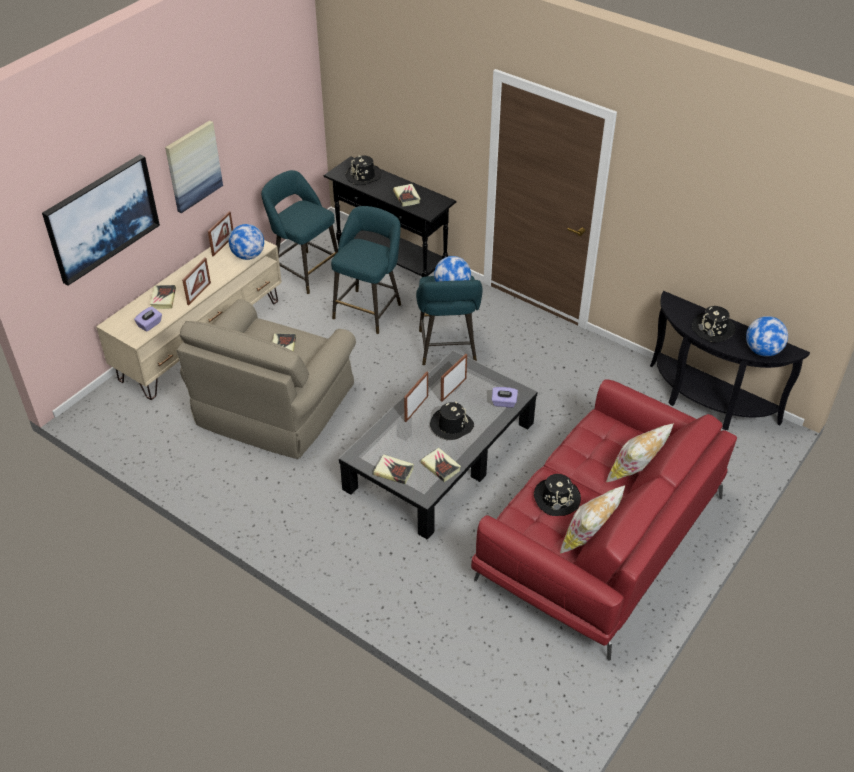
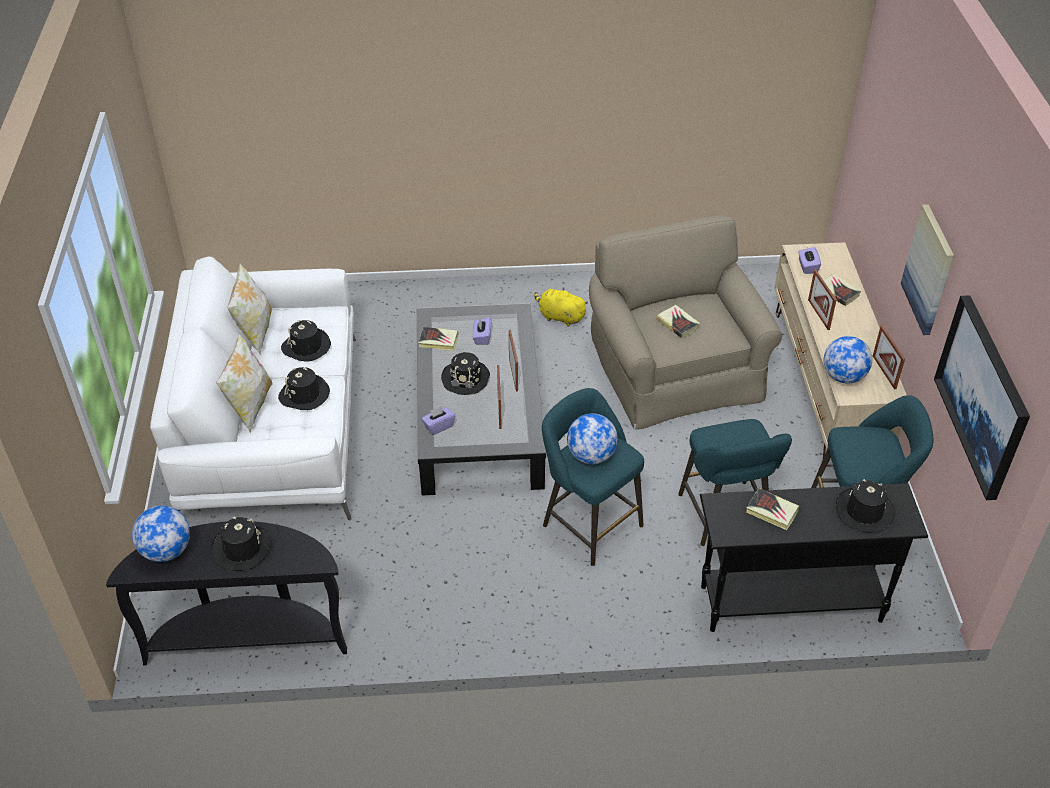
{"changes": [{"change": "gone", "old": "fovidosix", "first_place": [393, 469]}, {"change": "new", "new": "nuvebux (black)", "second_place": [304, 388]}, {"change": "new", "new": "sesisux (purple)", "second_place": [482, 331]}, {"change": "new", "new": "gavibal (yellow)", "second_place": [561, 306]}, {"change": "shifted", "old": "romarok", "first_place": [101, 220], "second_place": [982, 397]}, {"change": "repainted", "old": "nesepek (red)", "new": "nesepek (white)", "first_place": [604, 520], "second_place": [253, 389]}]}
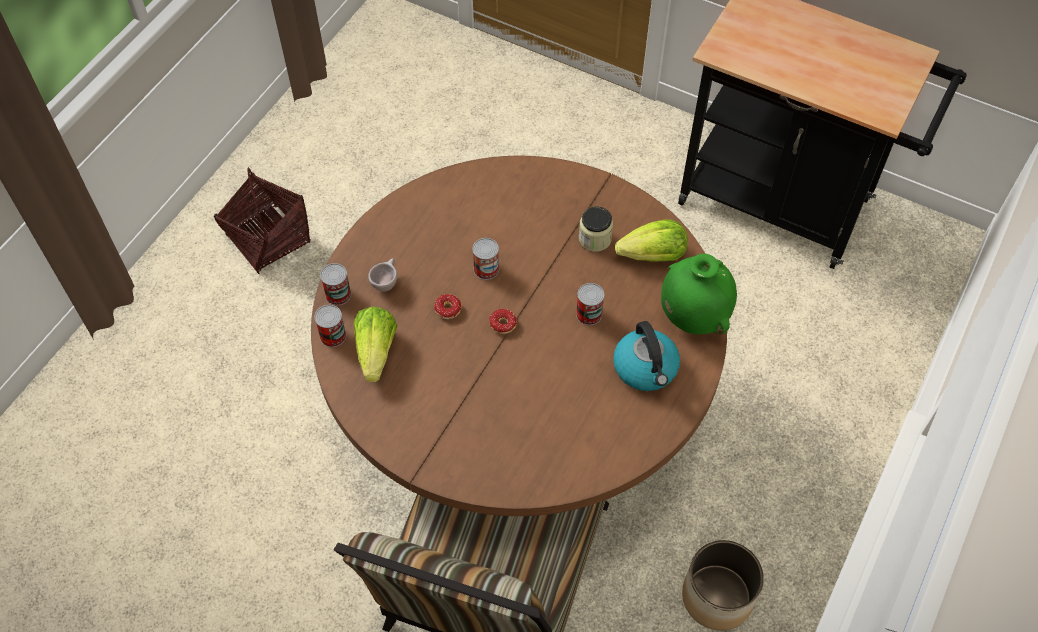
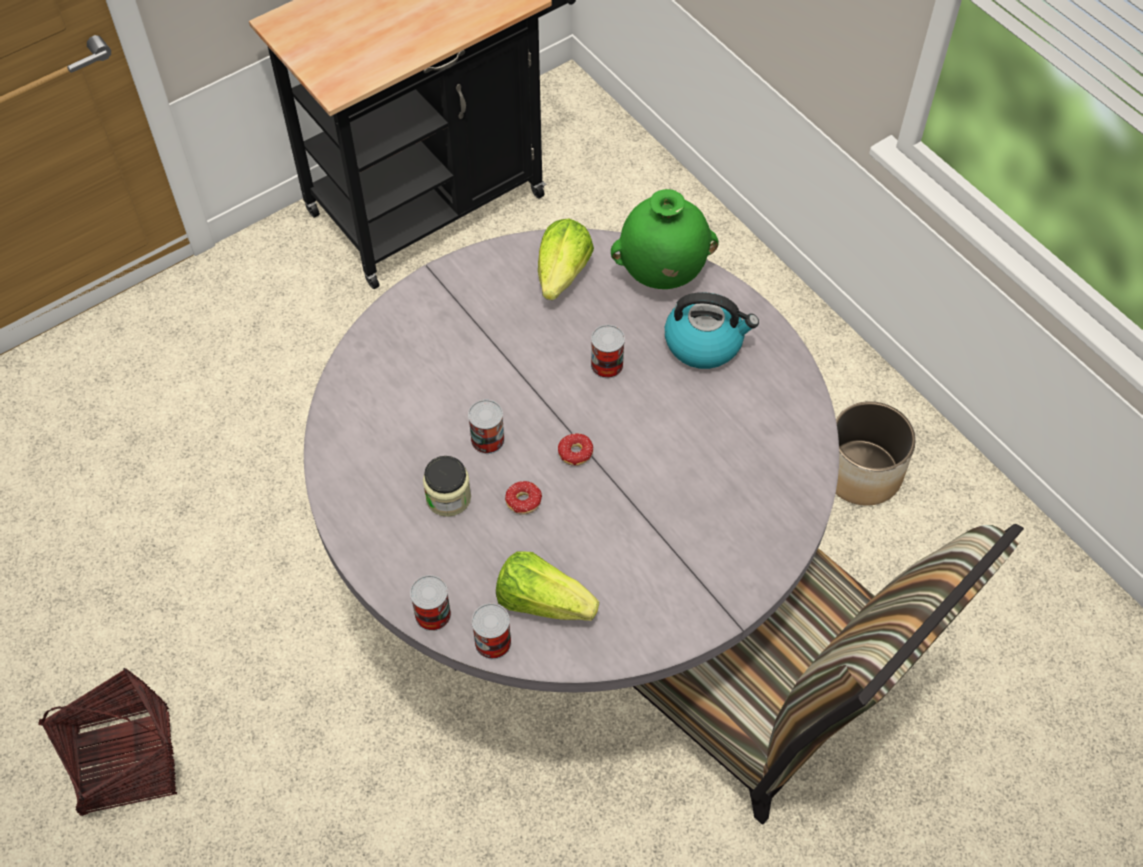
{"changes": [{"change": "gone", "old": "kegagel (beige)", "first_place": [382, 275]}, {"change": "shifted", "old": "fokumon", "first_place": [596, 229], "second_place": [447, 486]}, {"change": "repainted", "old": "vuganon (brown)", "new": "vuganon (grey)", "first_place": [519, 336], "second_place": [571, 460]}]}
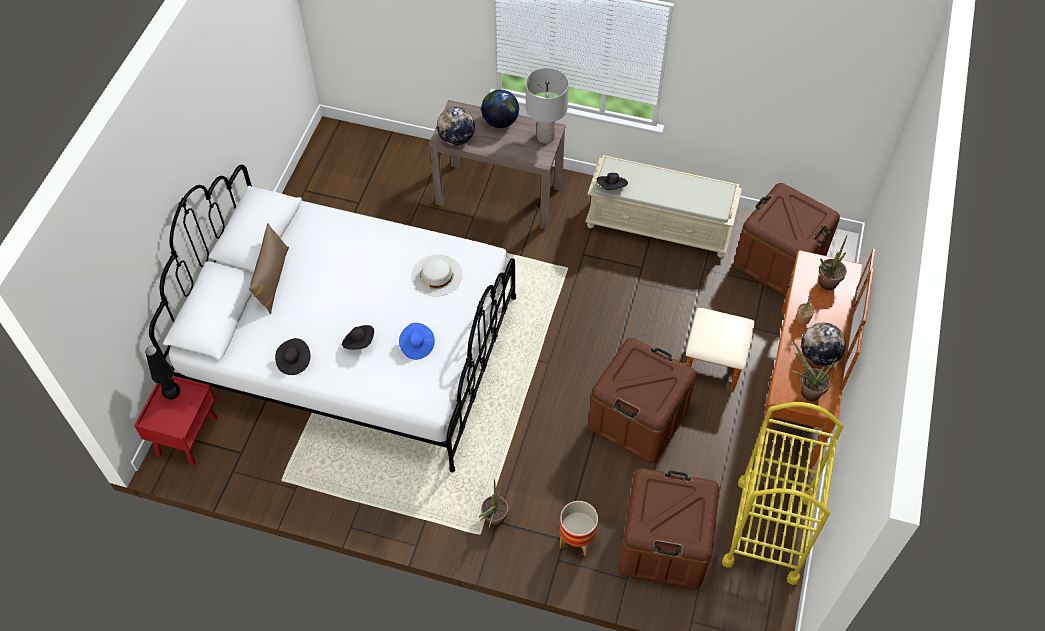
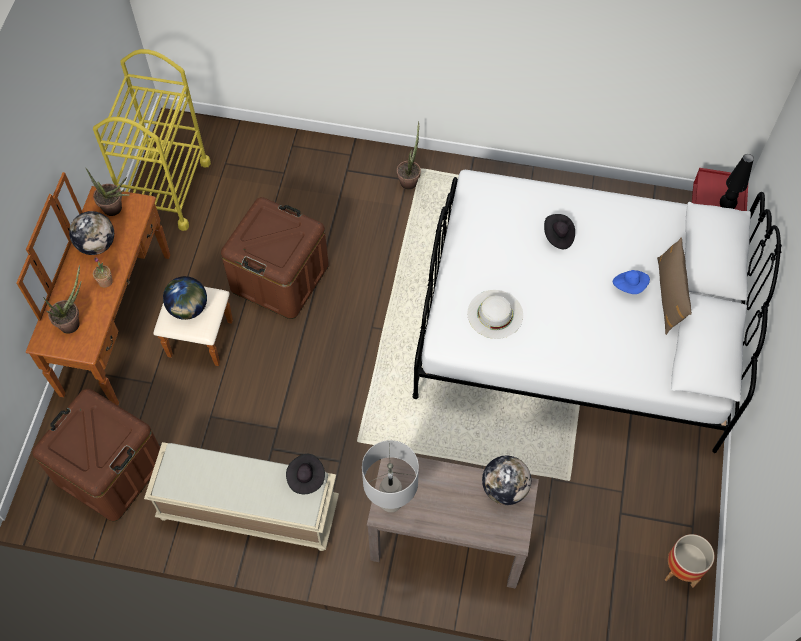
{"changes": [{"change": "gone", "old": "nuvebux (black)", "first_place": [292, 356]}, {"change": "gone", "old": "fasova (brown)", "first_place": [669, 528]}, {"change": "shifted", "old": "nuvebux (blue)", "first_place": [417, 341], "second_place": [631, 282]}, {"change": "shifted", "old": "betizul", "first_place": [500, 109], "second_place": [185, 298]}, {"change": "shifted", "old": "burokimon", "first_place": [578, 528], "second_place": [690, 561]}]}
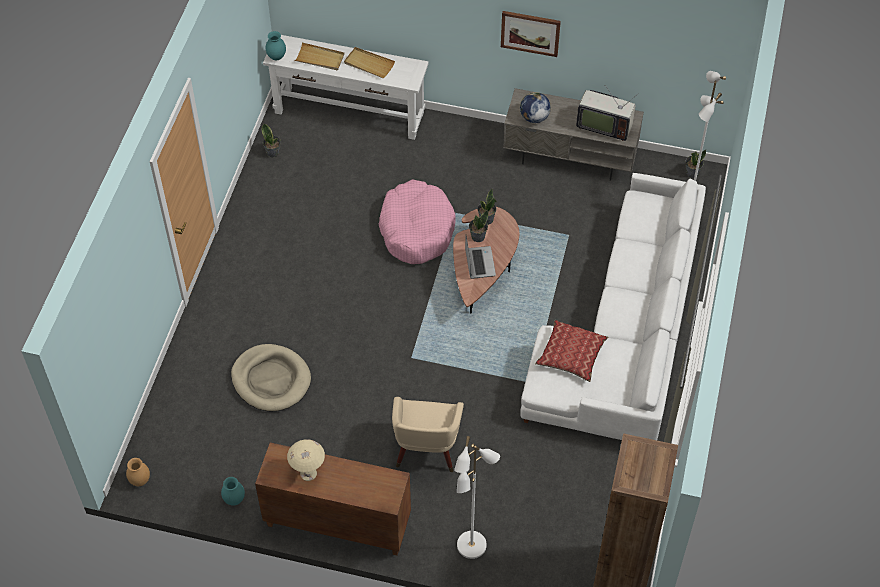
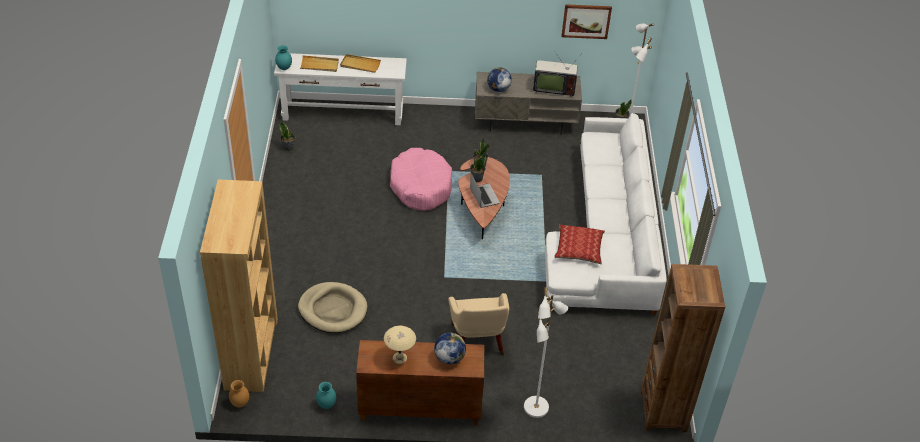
{"changes": [{"change": "new", "new": "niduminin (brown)", "second_place": [239, 286]}, {"change": "new", "new": "betizul", "second_place": [450, 349]}, {"change": "shifted", "old": "romarok", "first_place": [531, 34], "second_place": [586, 21]}]}
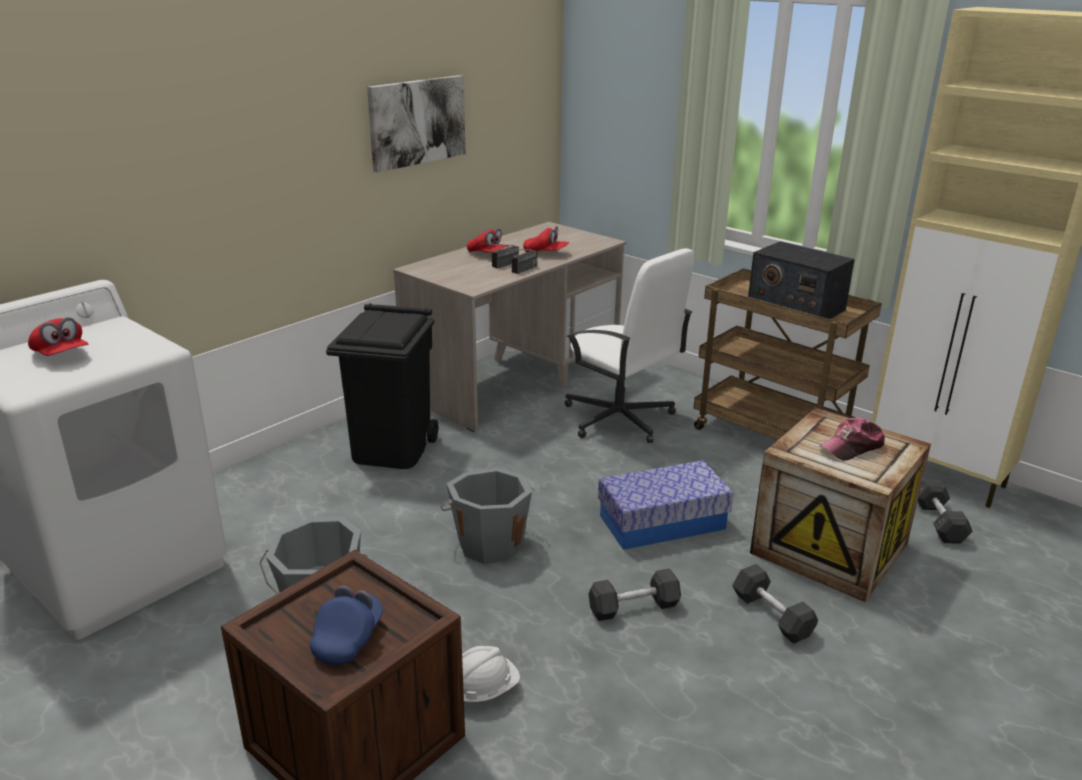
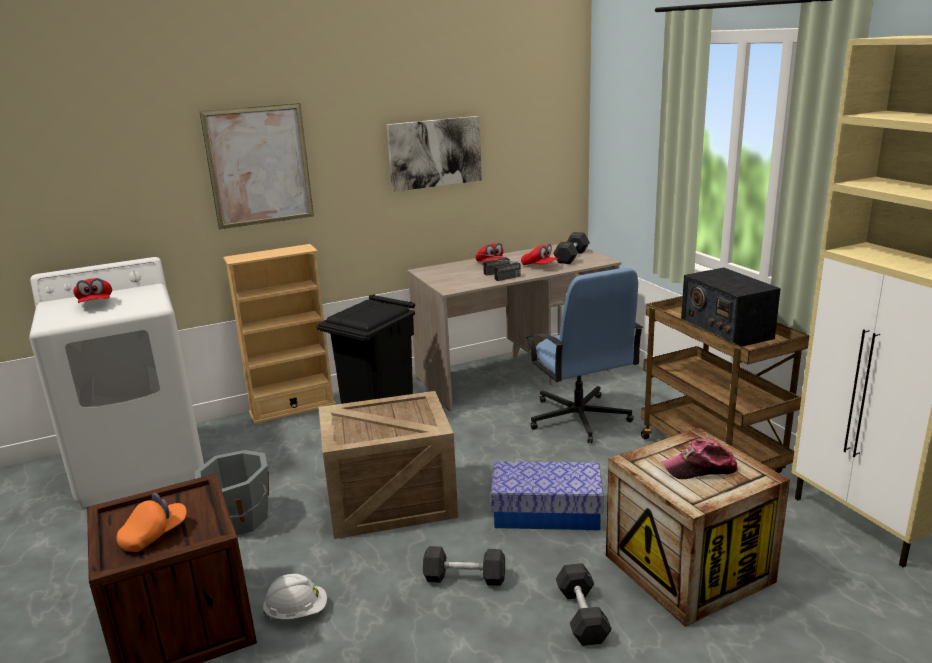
{"changes": [{"change": "new", "new": "romarok", "second_place": [256, 166]}, {"change": "new", "new": "niduminin (beige)", "second_place": [279, 334]}, {"change": "shifted", "old": "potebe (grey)", "first_place": [945, 511], "second_place": [571, 248]}, {"change": "swapped", "old": "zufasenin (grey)", "new": "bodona", "first_place": [487, 516], "second_place": [388, 465]}, {"change": "repainted", "old": "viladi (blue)", "new": "viladi (orange)", "first_place": [346, 625], "second_place": [152, 522]}, {"change": "repainted", "old": "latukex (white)", "new": "latukex (blue)", "first_place": [629, 345], "second_place": [584, 355]}]}
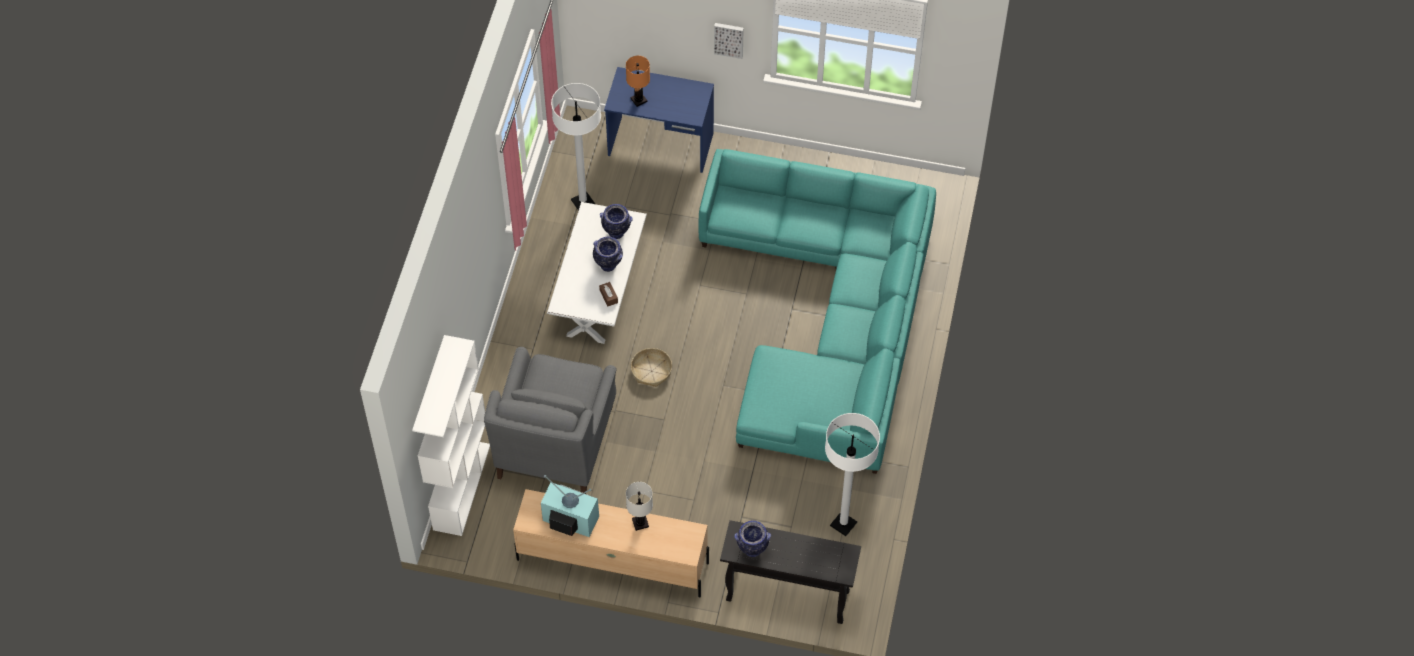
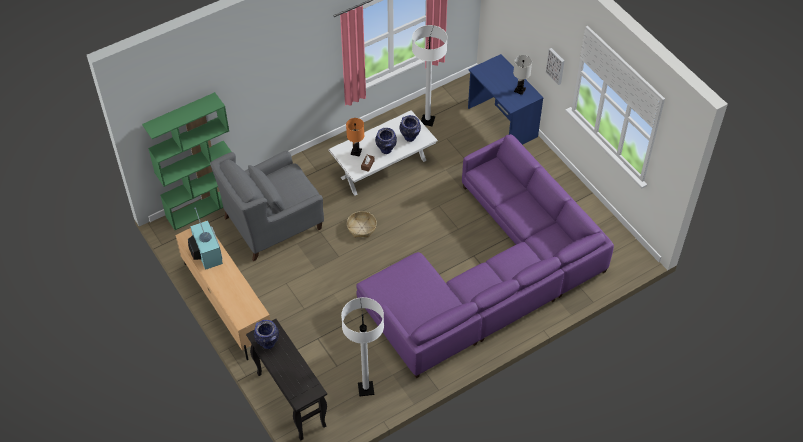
{"changes": [{"change": "shifted", "old": "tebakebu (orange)", "first_place": [638, 81], "second_place": [355, 137]}, {"change": "shifted", "old": "tebakebu (white)", "first_place": [639, 506], "second_place": [522, 75]}, {"change": "repainted", "old": "niduminin (white)", "new": "niduminin (green)", "first_place": [451, 435], "second_place": [187, 161]}, {"change": "repainted", "old": "nesepek (turquoise)", "new": "nesepek (purple)", "first_place": [817, 311], "second_place": [485, 256]}]}
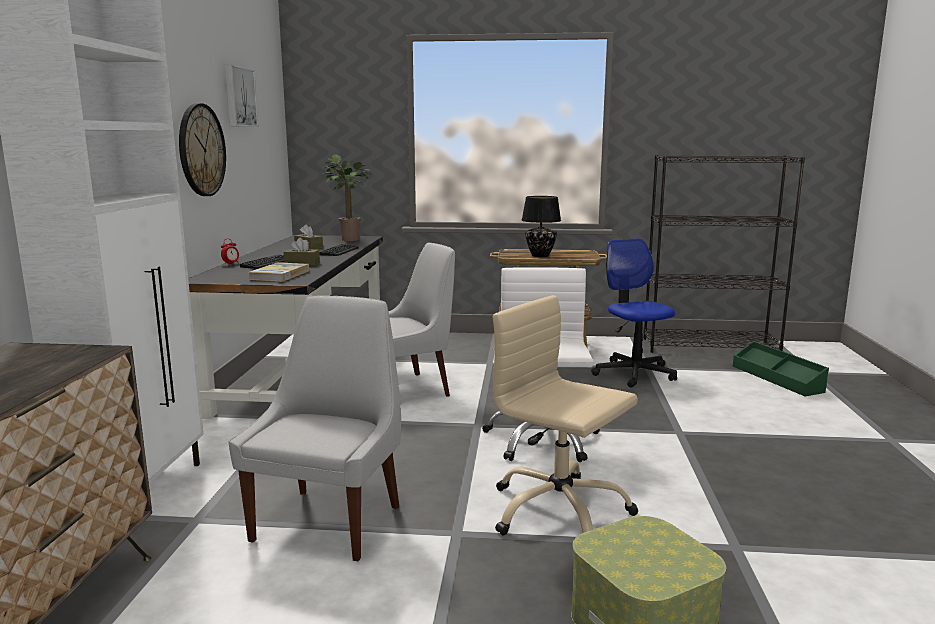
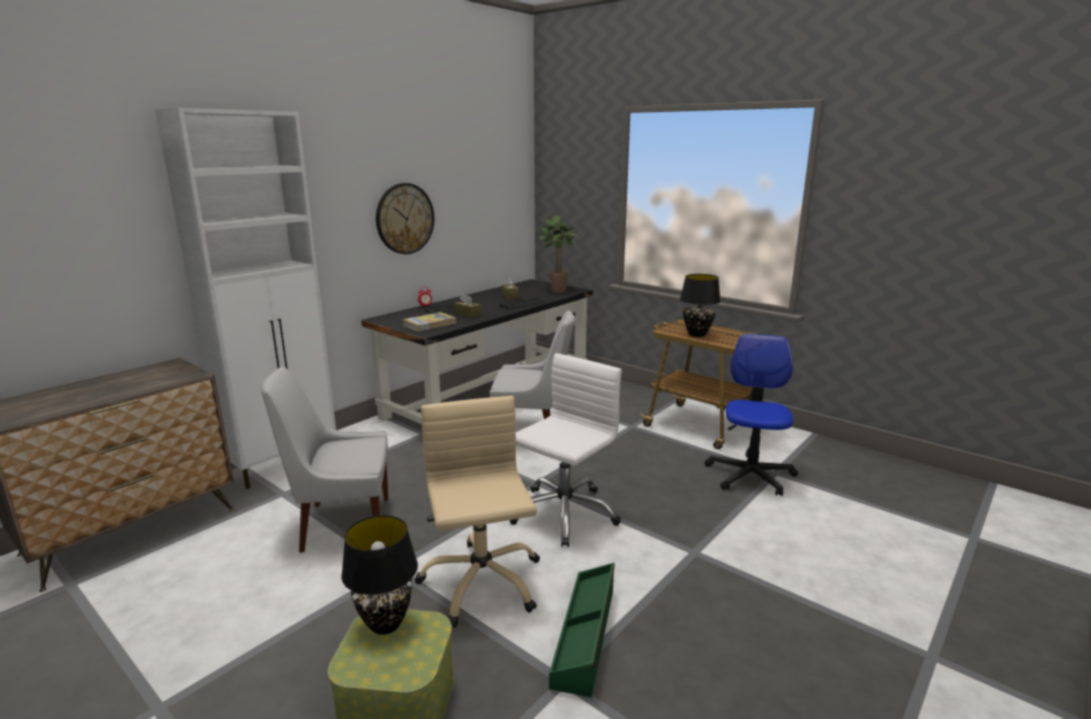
{"changes": [{"change": "gone", "old": "romarok", "first_place": [242, 96]}, {"change": "gone", "old": "niduminin (black)", "first_place": [724, 254]}, {"change": "new", "new": "tebakebu (black)", "second_place": [379, 575]}, {"change": "shifted", "old": "fasova (green)", "first_place": [781, 368], "second_place": [582, 630]}, {"change": "rotated", "old": "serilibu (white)", "first_place": [315, 428], "second_place": [325, 459], "degrees": -150}]}
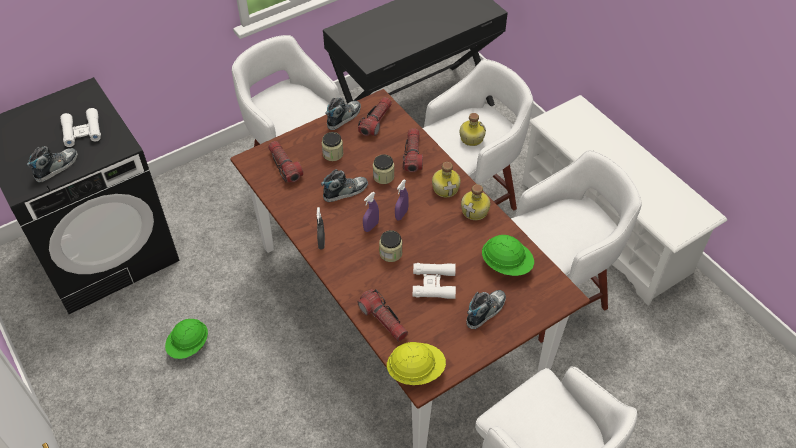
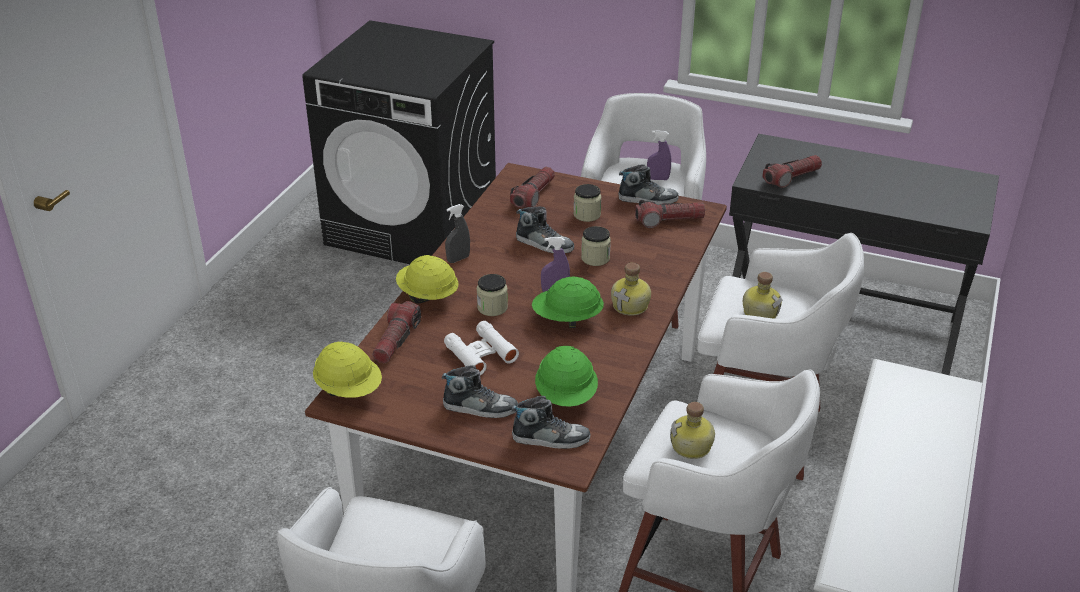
{"changes": [{"change": "gone", "old": "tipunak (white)", "first_place": [80, 127]}, {"change": "new", "new": "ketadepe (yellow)", "second_place": [427, 279]}, {"change": "shifted", "old": "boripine", "first_place": [52, 164], "second_place": [550, 422]}, {"change": "shifted", "old": "ketadepe (green)", "first_place": [186, 339], "second_place": [568, 302]}, {"change": "shifted", "old": "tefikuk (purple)", "first_place": [371, 212], "second_place": [659, 155]}, {"change": "shifted", "old": "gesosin", "first_place": [413, 150], "second_place": [792, 171]}, {"change": "shifted", "old": "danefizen", "first_place": [475, 202], "second_place": [692, 430]}]}
